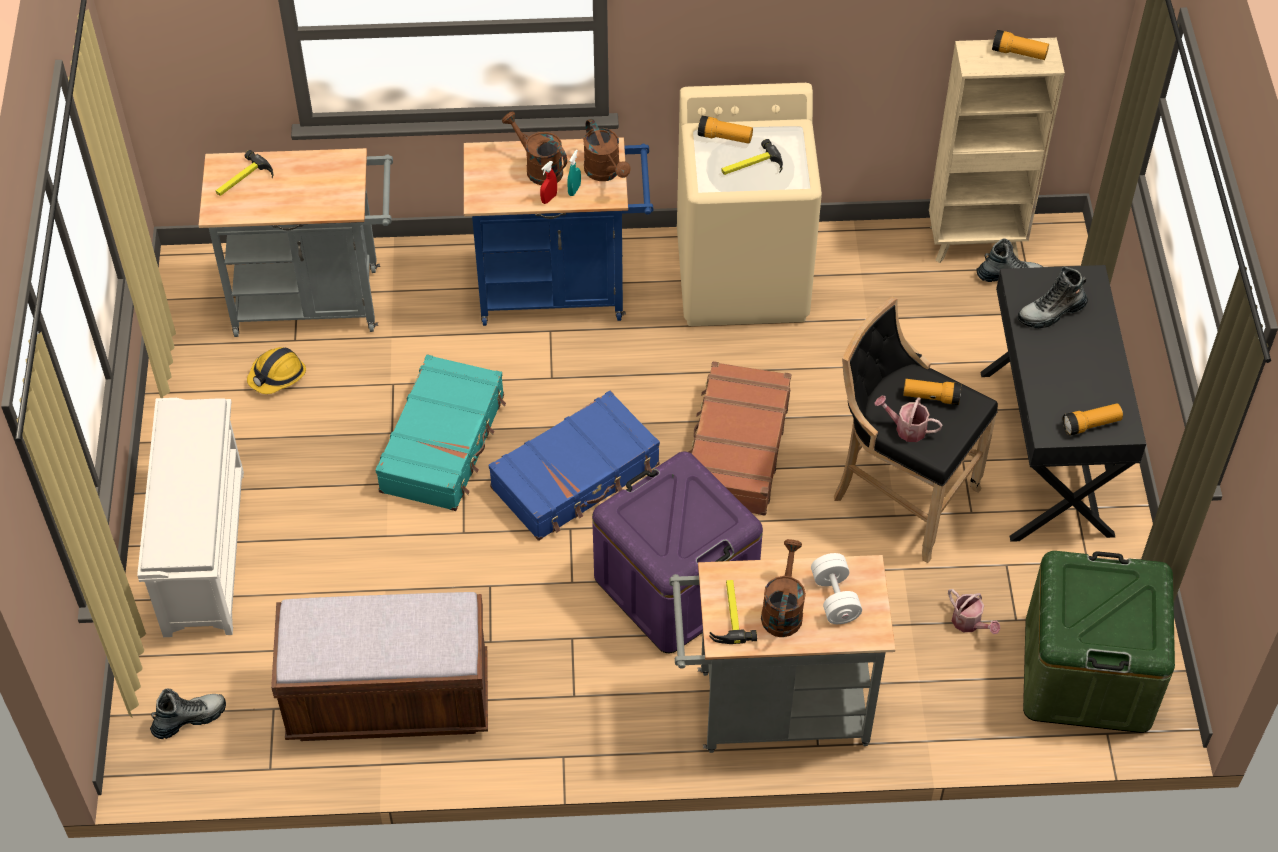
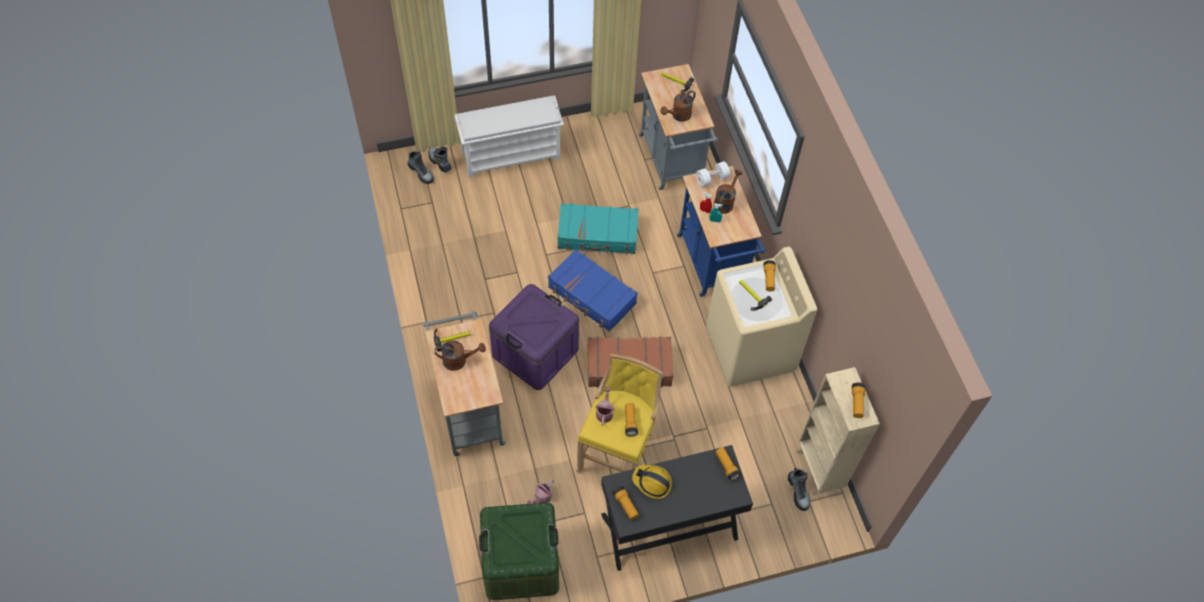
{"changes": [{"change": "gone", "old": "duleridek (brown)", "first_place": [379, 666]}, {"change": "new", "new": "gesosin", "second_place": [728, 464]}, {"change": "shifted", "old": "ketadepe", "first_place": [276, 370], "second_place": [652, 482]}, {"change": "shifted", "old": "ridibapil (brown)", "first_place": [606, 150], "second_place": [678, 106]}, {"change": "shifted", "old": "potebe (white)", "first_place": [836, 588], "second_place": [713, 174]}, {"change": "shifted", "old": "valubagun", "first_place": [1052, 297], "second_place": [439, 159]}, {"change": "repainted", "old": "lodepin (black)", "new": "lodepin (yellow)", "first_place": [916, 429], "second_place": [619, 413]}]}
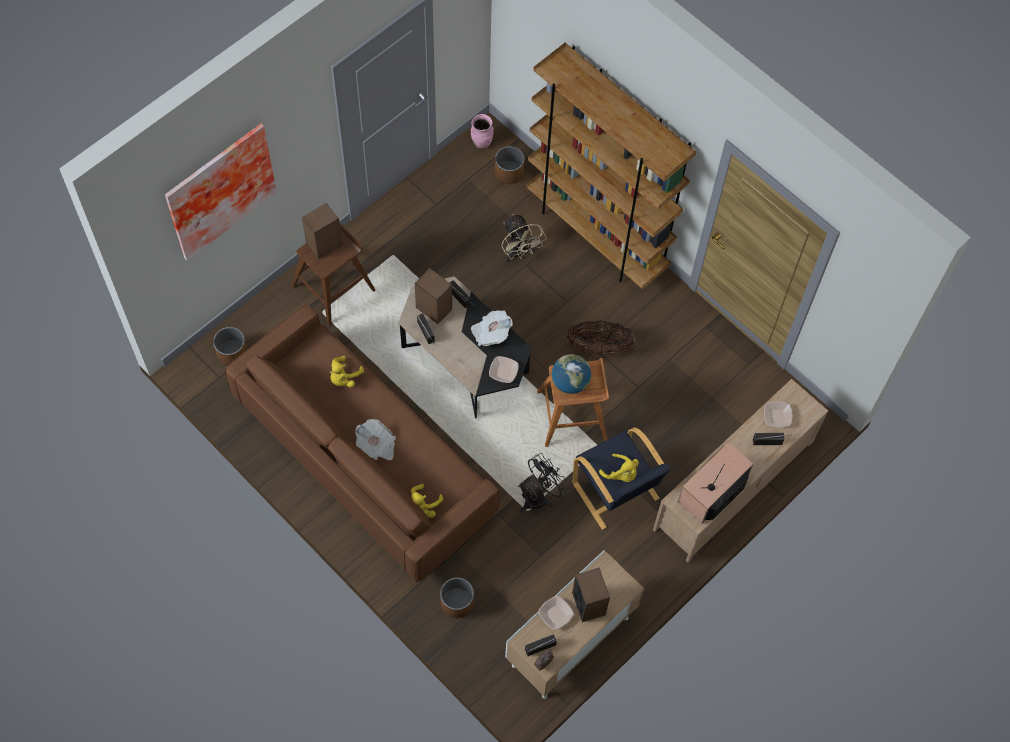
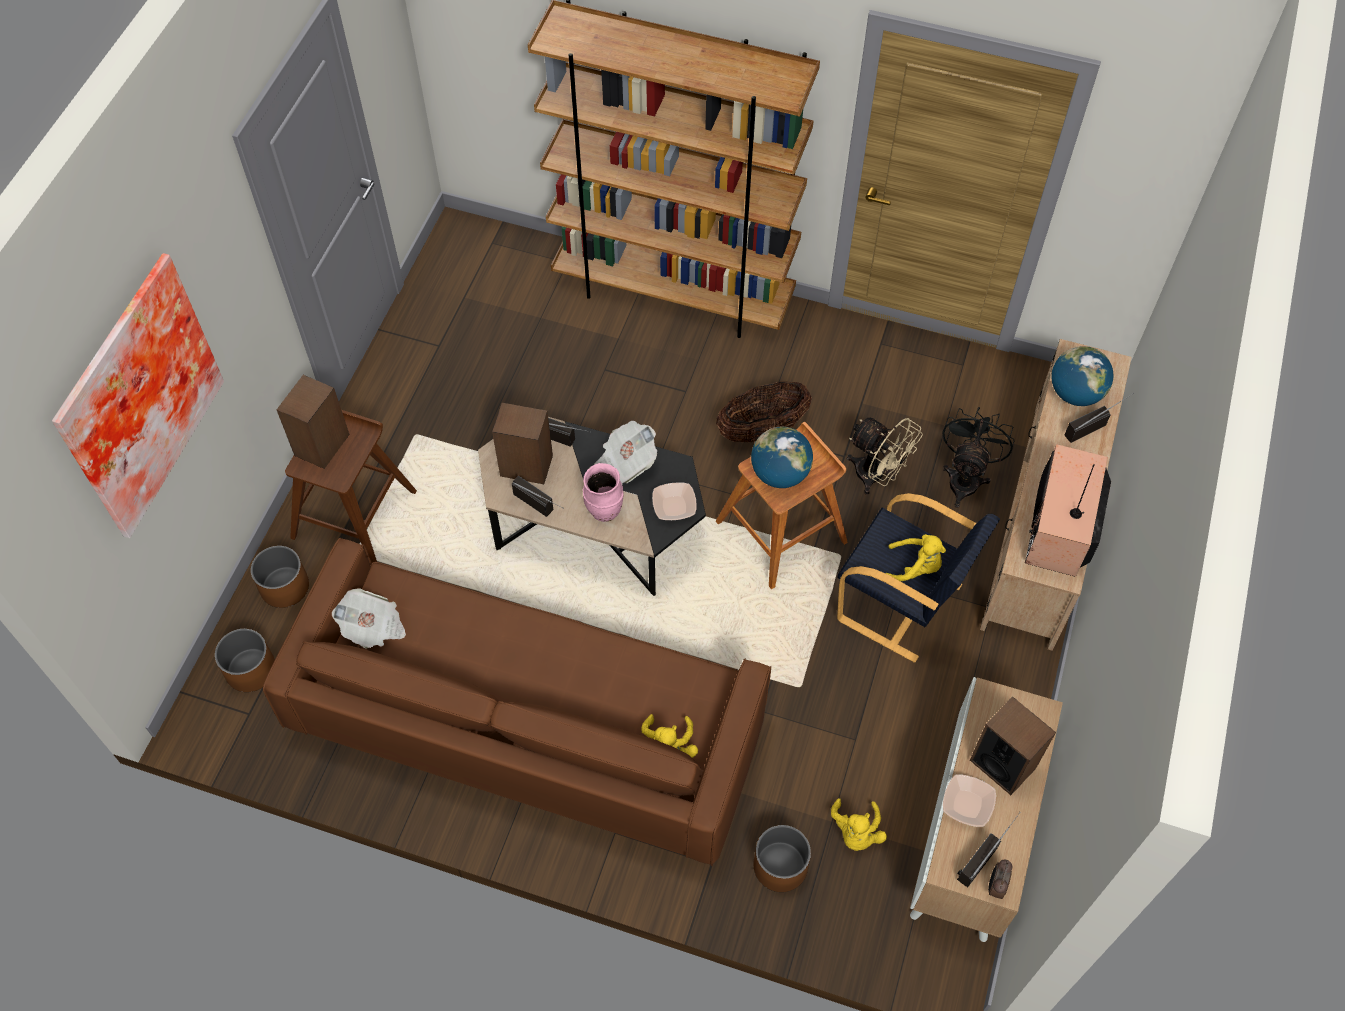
{"changes": [{"change": "shifted", "old": "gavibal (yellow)", "first_place": [347, 372], "second_place": [859, 824]}, {"change": "shifted", "old": "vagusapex", "first_place": [375, 439], "second_place": [369, 618]}, {"change": "shifted", "old": "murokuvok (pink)", "first_place": [482, 131], "second_place": [603, 492]}, {"change": "shifted", "old": "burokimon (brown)", "first_place": [509, 165], "second_place": [280, 577]}, {"change": "shifted", "old": "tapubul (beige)", "first_place": [523, 238], "second_place": [885, 456]}, {"change": "shifted", "old": "tapubul (black)", "first_place": [543, 482], "second_place": [979, 457]}, {"change": "swapped", "old": "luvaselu", "new": "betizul", "first_place": [778, 414], "second_place": [1082, 376]}]}
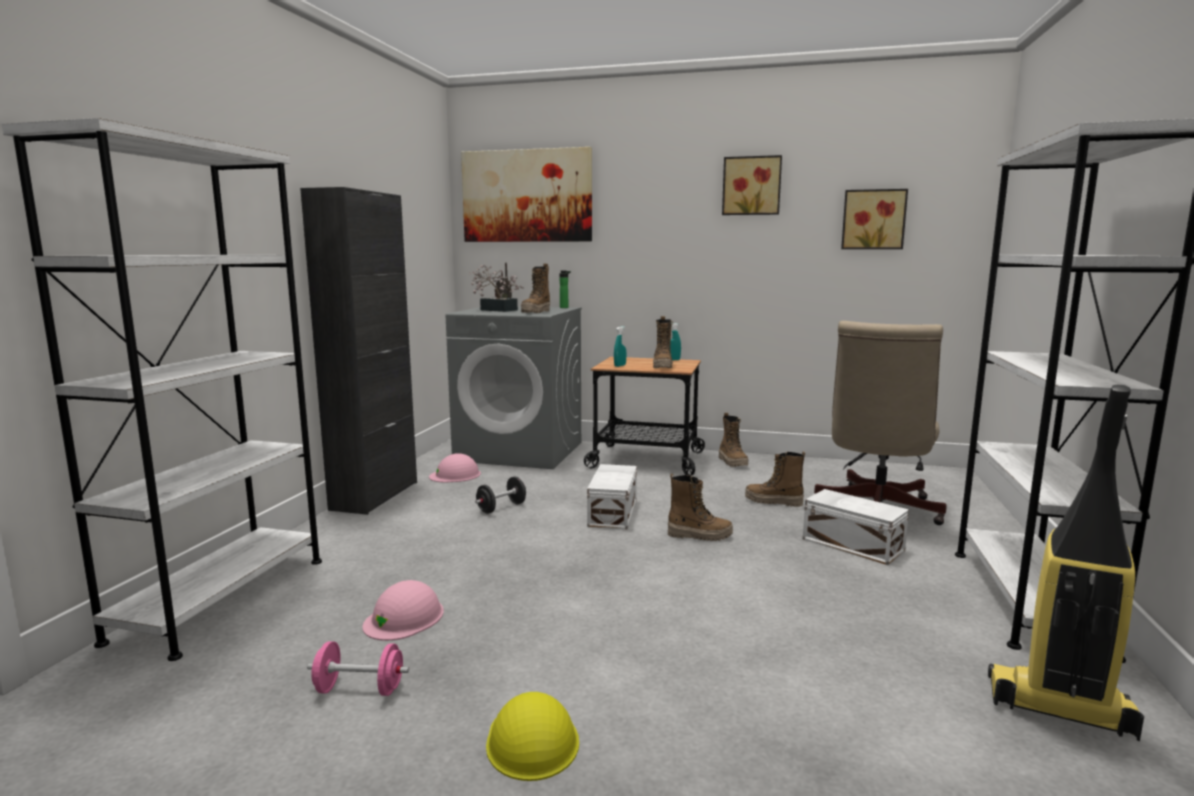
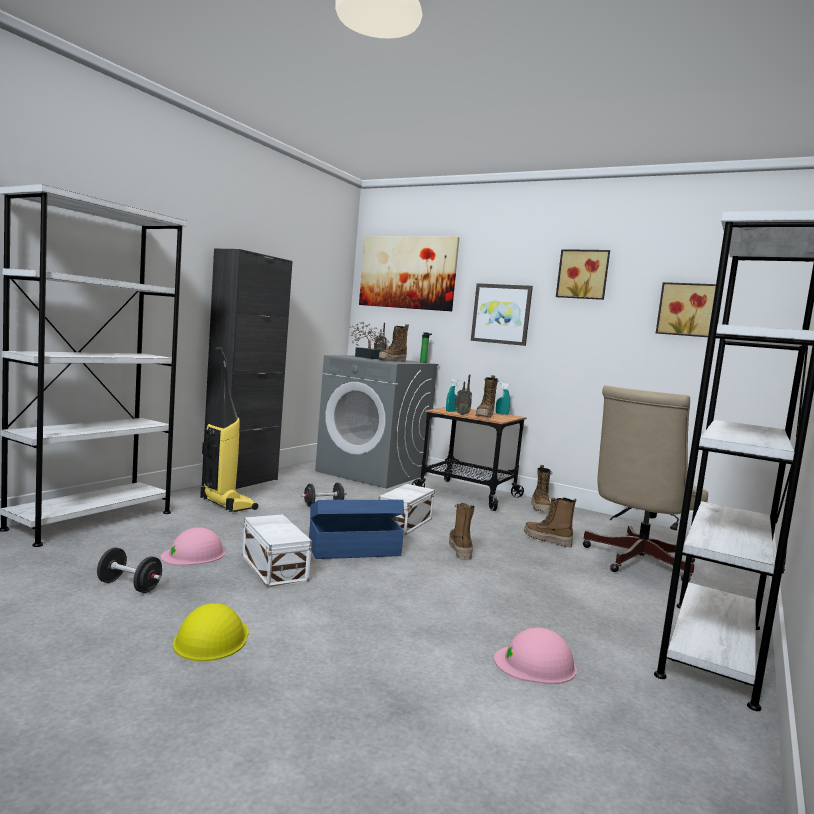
{"changes": [{"change": "new", "new": "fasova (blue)", "second_place": [356, 529]}, {"change": "new", "new": "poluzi", "second_place": [463, 394]}, {"change": "new", "new": "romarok", "second_place": [502, 314]}, {"change": "shifted", "old": "ketadepe (pink)", "first_place": [455, 468], "second_place": [535, 656]}, {"change": "shifted", "old": "fasova (white)", "first_place": [856, 527], "second_place": [277, 551]}, {"change": "shifted", "old": "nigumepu", "first_place": [1066, 563], "second_place": [229, 429]}, {"change": "repainted", "old": "potebe (pink)", "new": "potebe (black)", "first_place": [358, 668], "second_place": [129, 570]}, {"change": "rotated", "old": "valubagun", "first_place": [700, 507], "second_place": [462, 531], "degrees": -120}]}
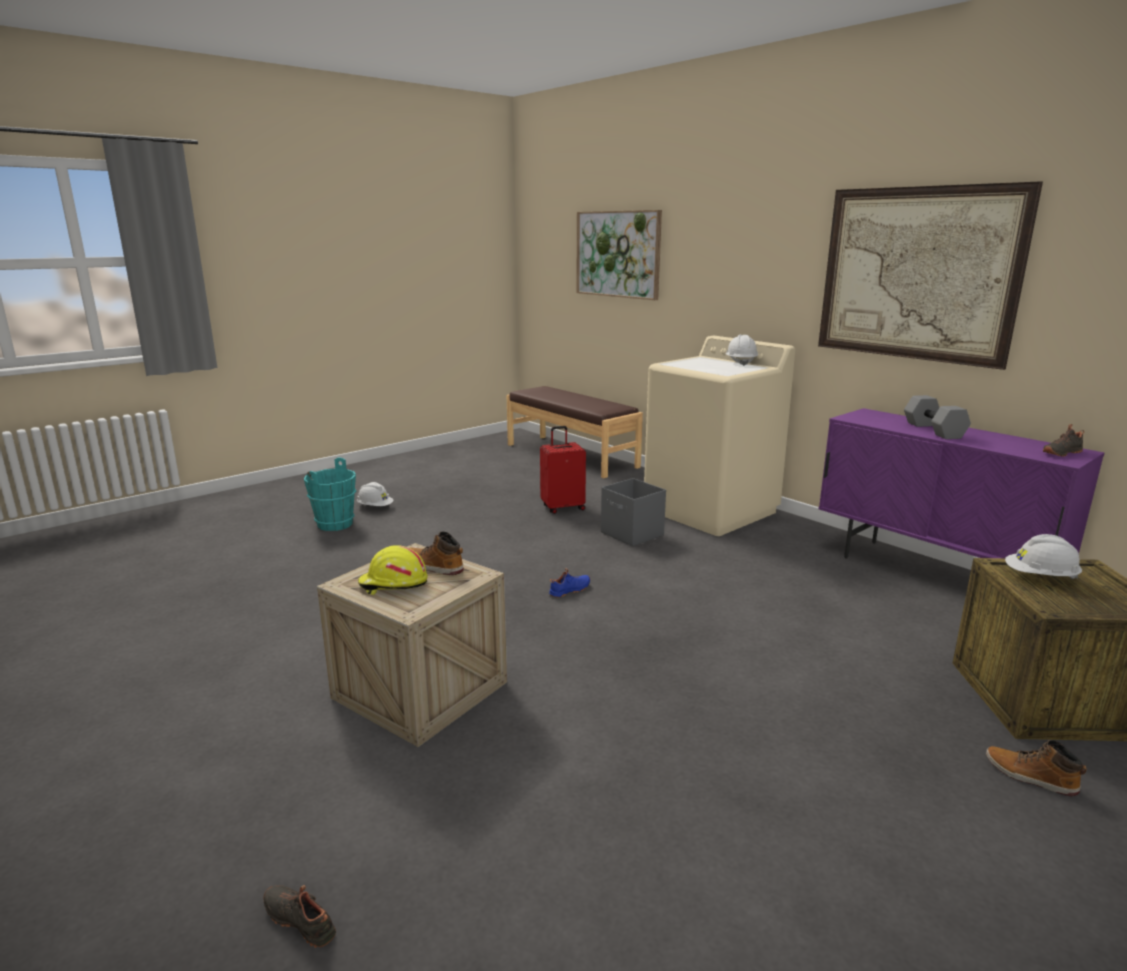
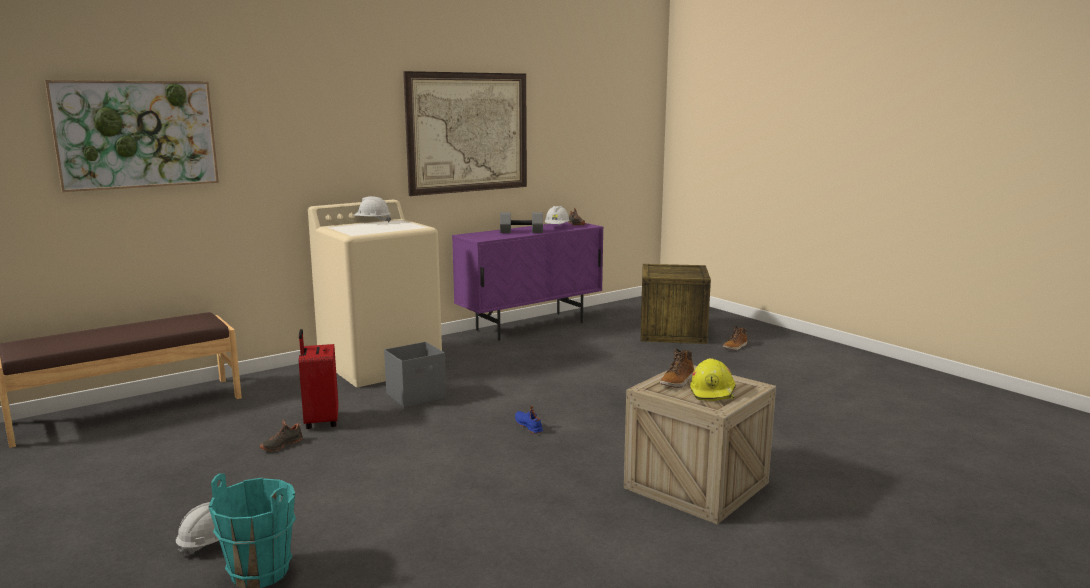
{"changes": [{"change": "shifted", "old": "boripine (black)", "first_place": [299, 916], "second_place": [281, 435]}, {"change": "shifted", "old": "ketadepe (white)", "first_place": [1043, 556], "second_place": [557, 215]}]}
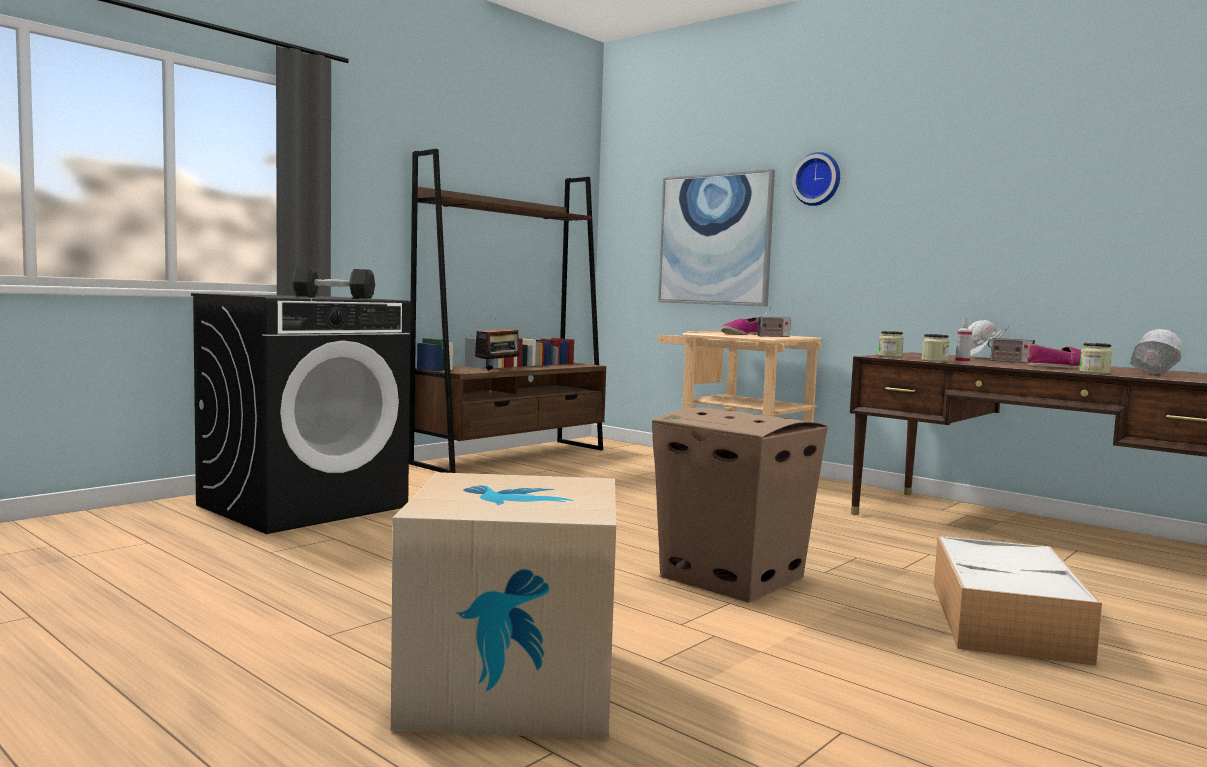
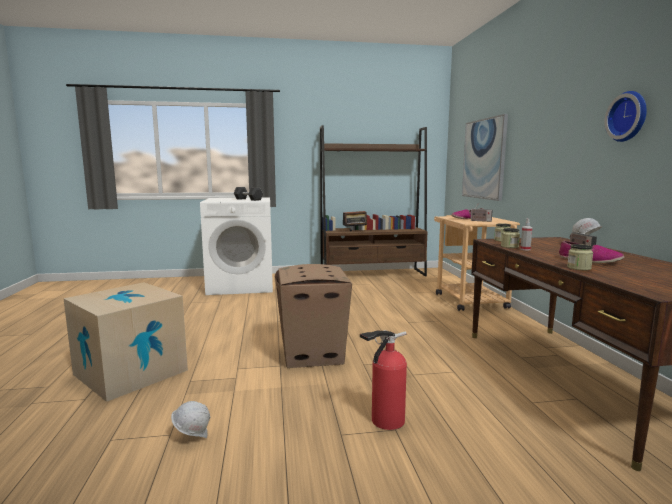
{"changes": [{"change": "shifted", "old": "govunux", "first_place": [816, 179], "second_place": [625, 116]}, {"change": "shifted", "old": "ketadepe (white)", "first_place": [1156, 352], "second_place": [190, 419]}, {"change": "swapped", "old": "fasova", "new": "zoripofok", "first_place": [1018, 601], "second_place": [383, 380]}, {"change": "repainted", "old": "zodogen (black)", "new": "zodogen (white)", "first_place": [301, 413], "second_place": [236, 246]}]}
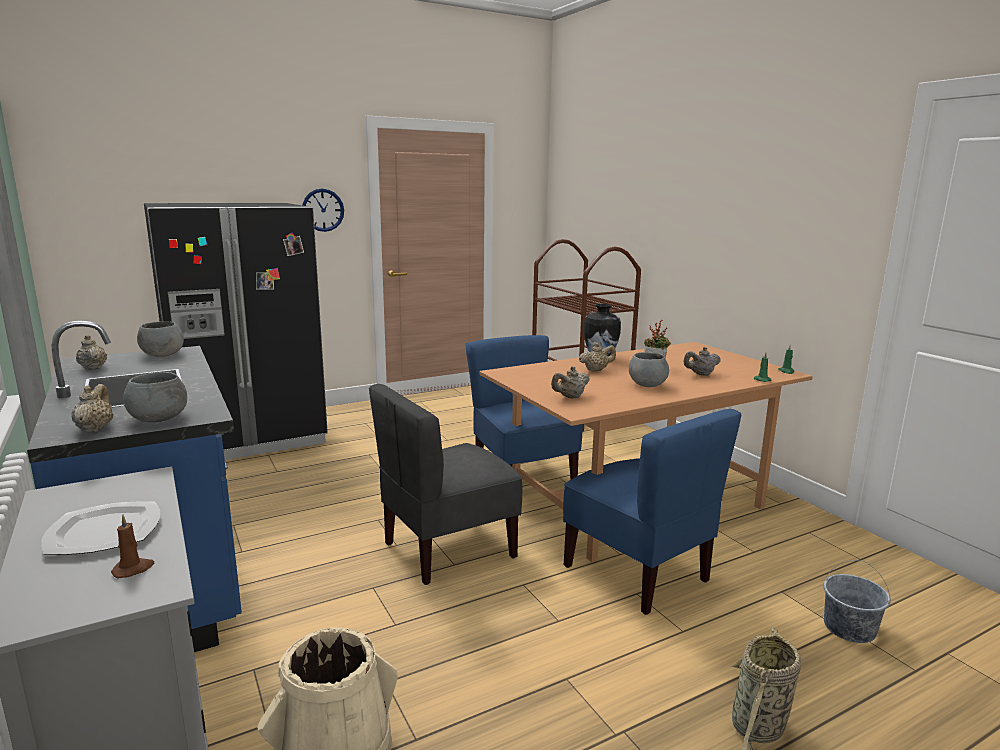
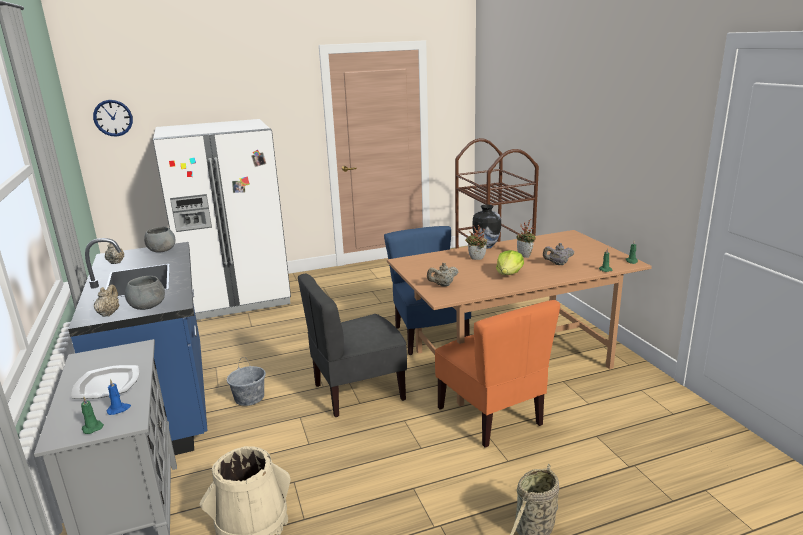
{"changes": [{"change": "new", "new": "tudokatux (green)", "second_place": [92, 415]}, {"change": "shifted", "old": "govunux", "first_place": [323, 210], "second_place": [113, 118]}, {"change": "shifted", "old": "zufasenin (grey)", "first_place": [857, 601], "second_place": [246, 381]}, {"change": "swapped", "old": "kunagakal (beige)", "new": "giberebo", "first_place": [597, 357], "second_place": [476, 242]}, {"change": "swapped", "old": "luvaselu (grey)", "new": "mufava", "first_place": [649, 369], "second_place": [510, 262]}, {"change": "repainted", "old": "tudokatux (brown)", "new": "tudokatux (blue)", "first_place": [132, 546], "second_place": [118, 397]}, {"change": "repainted", "old": "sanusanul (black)", "new": "sanusanul (white)", "first_place": [236, 331], "second_place": [222, 219]}, {"change": "repainted", "old": "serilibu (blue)", "new": "serilibu (orange)", "first_place": [652, 512], "second_place": [497, 374]}]}
